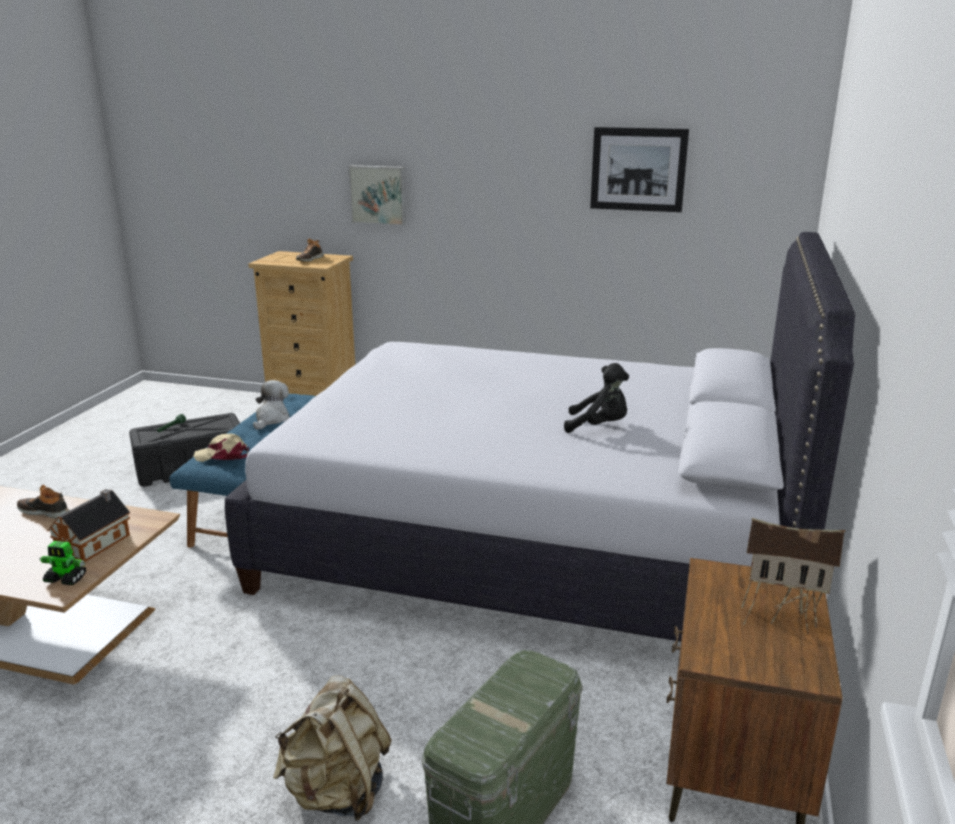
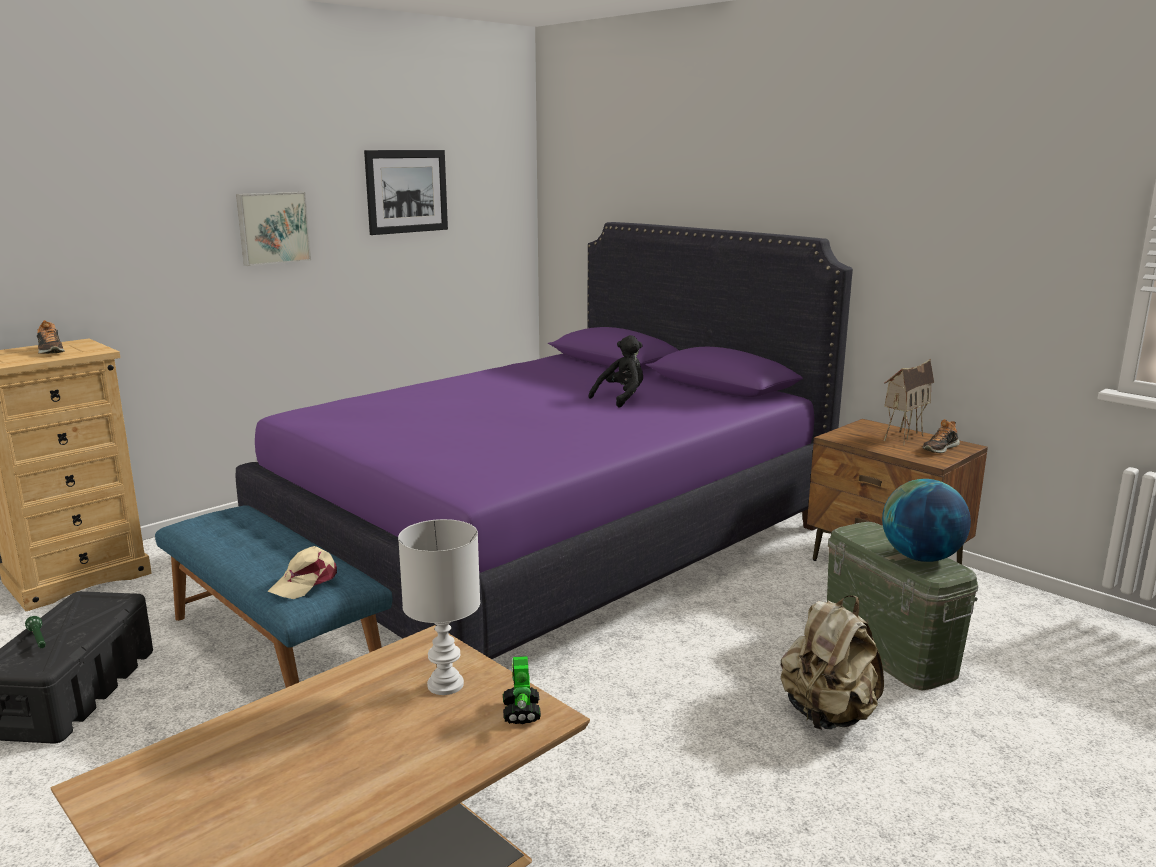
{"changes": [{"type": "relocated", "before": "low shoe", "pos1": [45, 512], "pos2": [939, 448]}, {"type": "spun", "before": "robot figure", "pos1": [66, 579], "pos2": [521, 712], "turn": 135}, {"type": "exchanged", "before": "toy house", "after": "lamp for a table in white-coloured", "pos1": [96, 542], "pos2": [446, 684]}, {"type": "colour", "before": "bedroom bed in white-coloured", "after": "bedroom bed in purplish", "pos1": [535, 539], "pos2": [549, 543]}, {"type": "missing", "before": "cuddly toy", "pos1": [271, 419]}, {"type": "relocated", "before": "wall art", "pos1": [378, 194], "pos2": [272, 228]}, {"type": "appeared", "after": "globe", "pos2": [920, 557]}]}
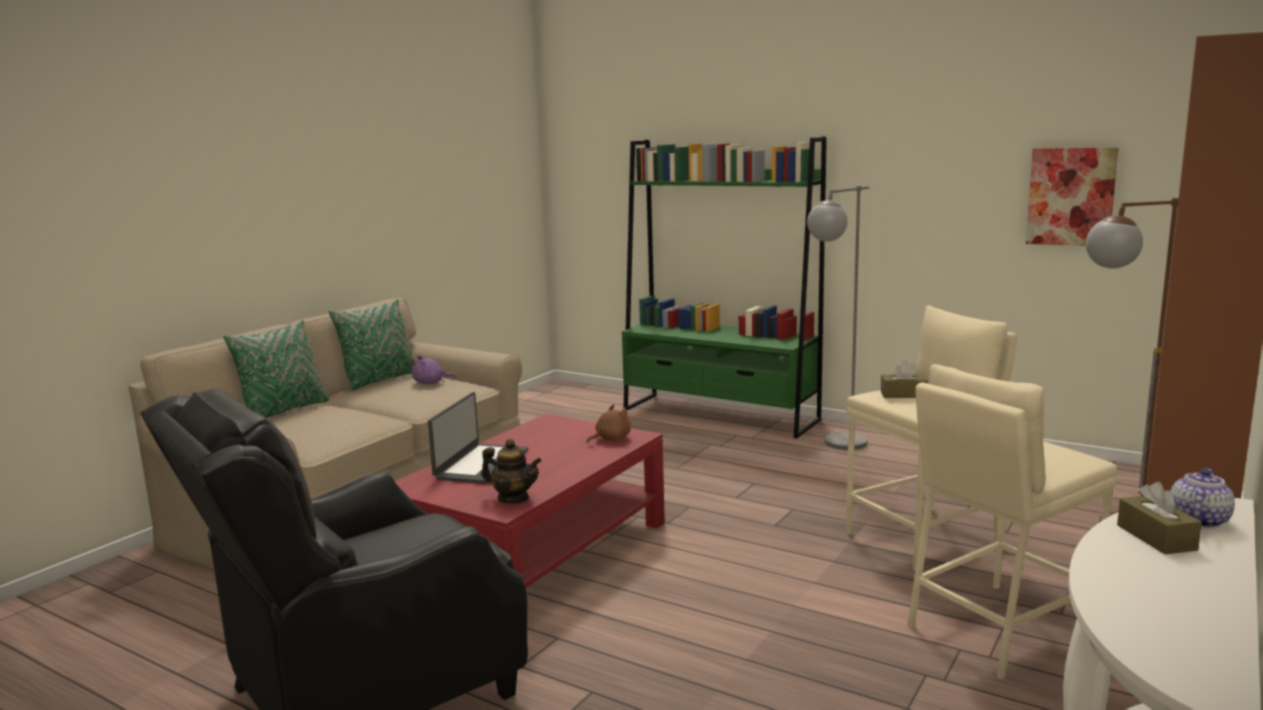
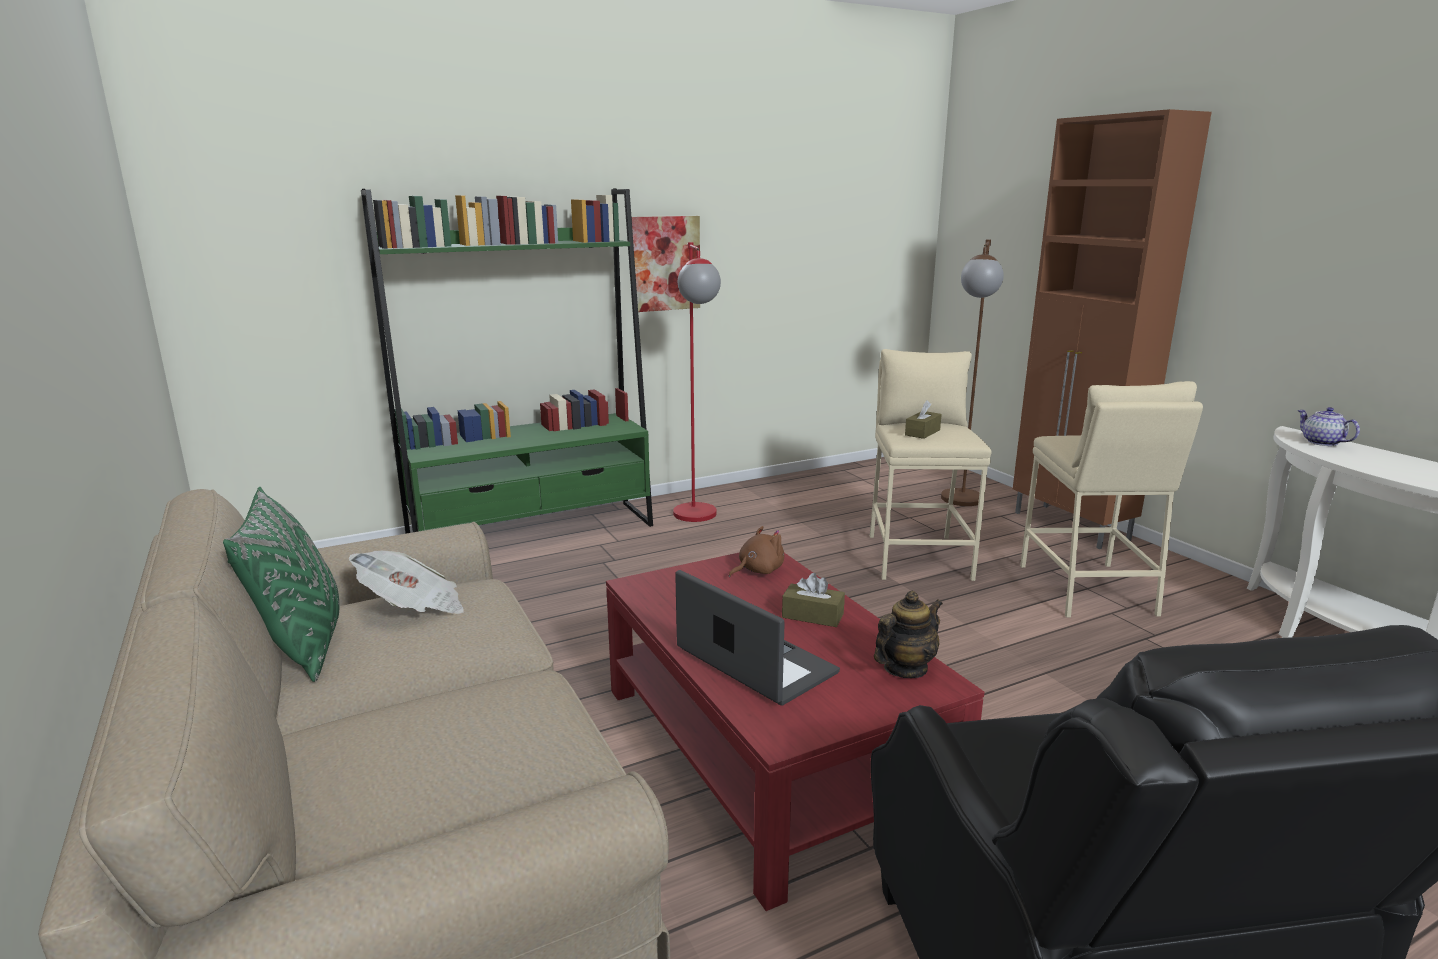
{"changes": [{"type": "missing", "before": "throw pillow in green", "pos1": [284, 411]}, {"type": "exchanged", "before": "cuddly toy in purplish", "after": "newspaper", "pos1": [430, 383], "pos2": [414, 608]}, {"type": "spun", "before": "cuddly toy in brownish", "pos1": [610, 439], "pos2": [758, 570], "turn": 60}, {"type": "colour", "before": "standard lamp in grey", "after": "standard lamp in red", "pos1": [836, 446], "pos2": [697, 519]}, {"type": "relocated", "before": "wall art", "pos1": [1071, 196], "pos2": [665, 263]}, {"type": "relocated", "before": "box of tissues in brownish", "pos1": [1156, 537], "pos2": [812, 616]}]}
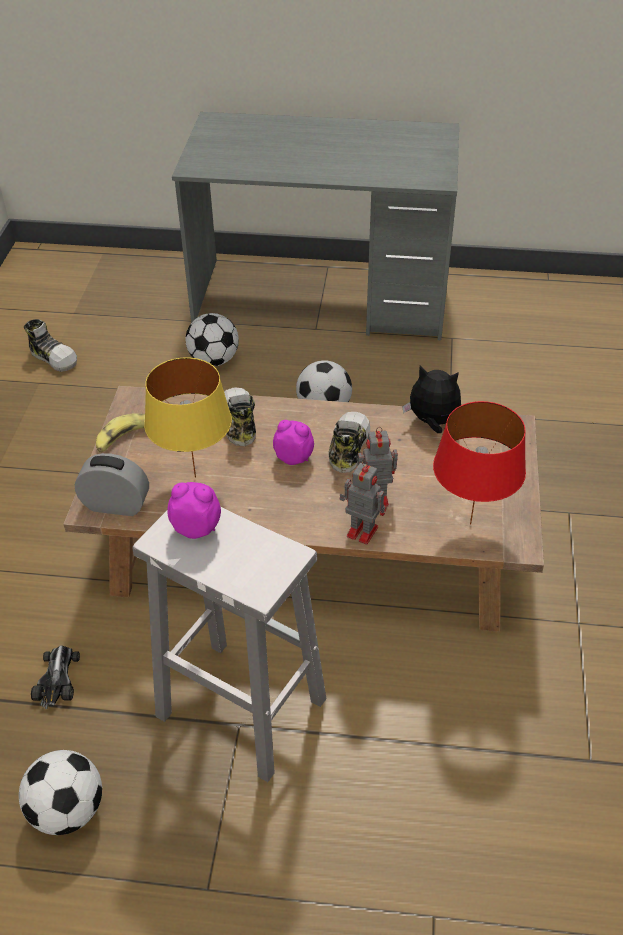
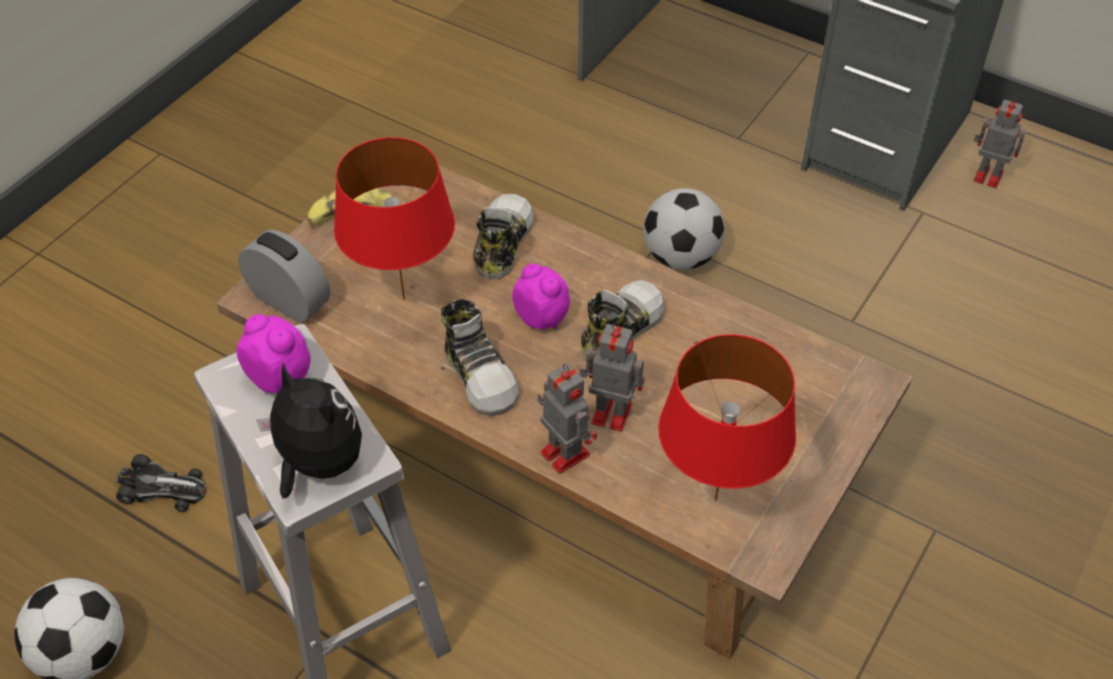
{"changes": [{"type": "relocated", "before": "low shoe", "pos1": [54, 357], "pos2": [481, 375]}, {"type": "spun", "before": "miniature car", "pos1": [57, 678], "pos2": [161, 488], "turn": 75}, {"type": "colour", "before": "lamp for a table in yellowish", "after": "lamp for a table in red", "pos1": [194, 477], "pos2": [402, 299]}, {"type": "missing", "before": "ball for football", "pos1": [214, 360]}, {"type": "relocated", "before": "cuddly toy", "pos1": [432, 422], "pos2": [317, 464]}, {"type": "appeared", "after": "robot figure", "pos2": [986, 175]}]}
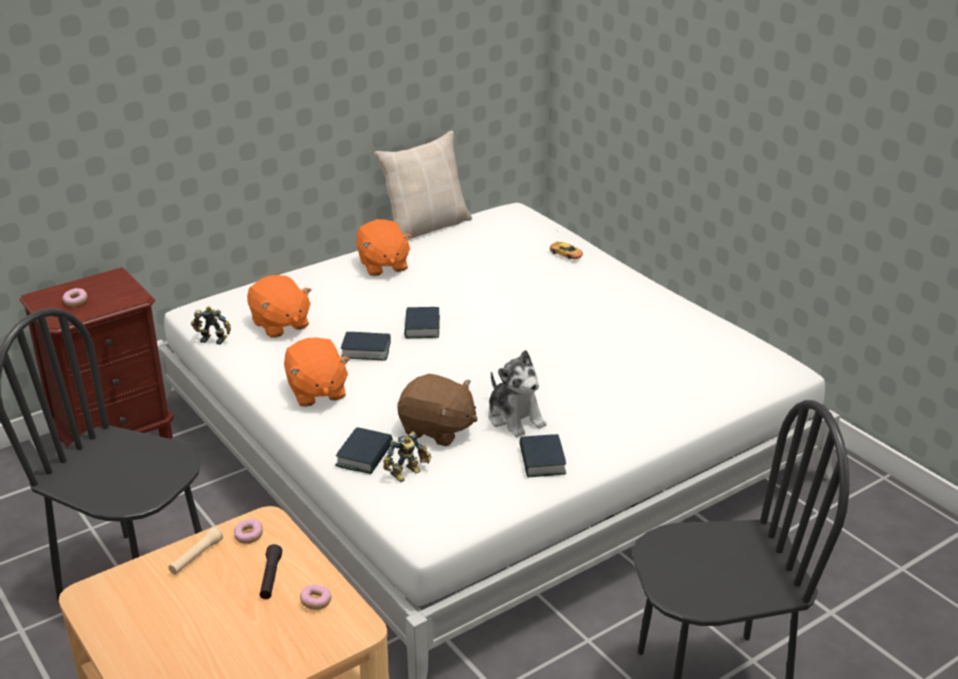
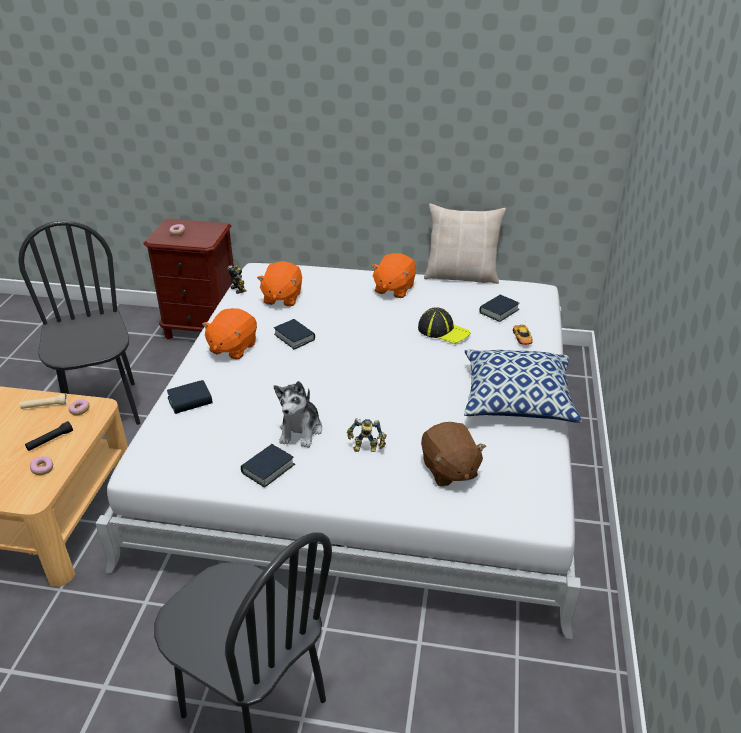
{"changes": [{"type": "relocated", "before": "robot figure", "pos1": [408, 474], "pos2": [366, 448]}, {"type": "relocated", "before": "cuddly toy in brownish", "pos1": [437, 430], "pos2": [449, 470]}, {"type": "relocated", "before": "bound book", "pos1": [422, 327], "pos2": [498, 311]}, {"type": "appeared", "after": "baseball cap", "pos2": [443, 331]}, {"type": "appeared", "after": "throw pillow", "pos2": [516, 400]}]}
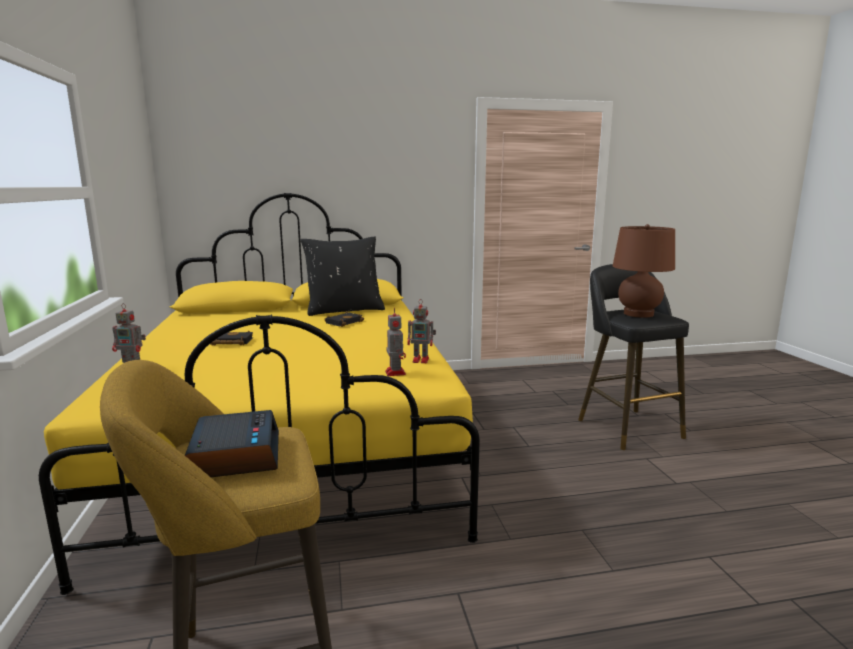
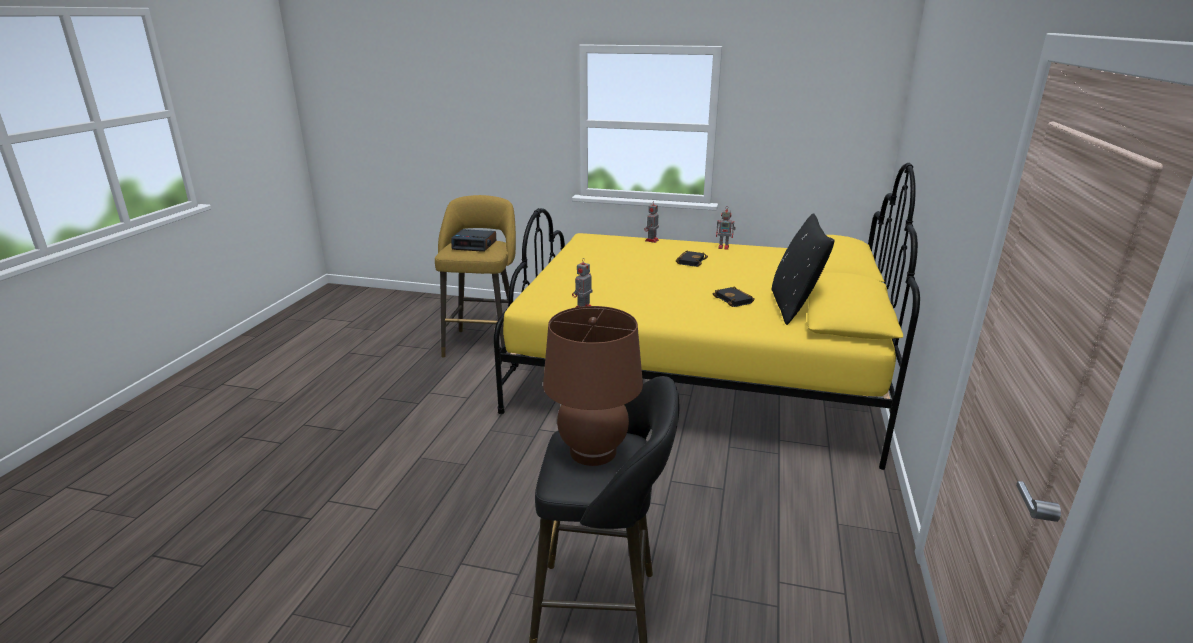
{"changes": [{"type": "relocated", "before": "robot figure", "pos1": [395, 372], "pos2": [724, 247]}]}
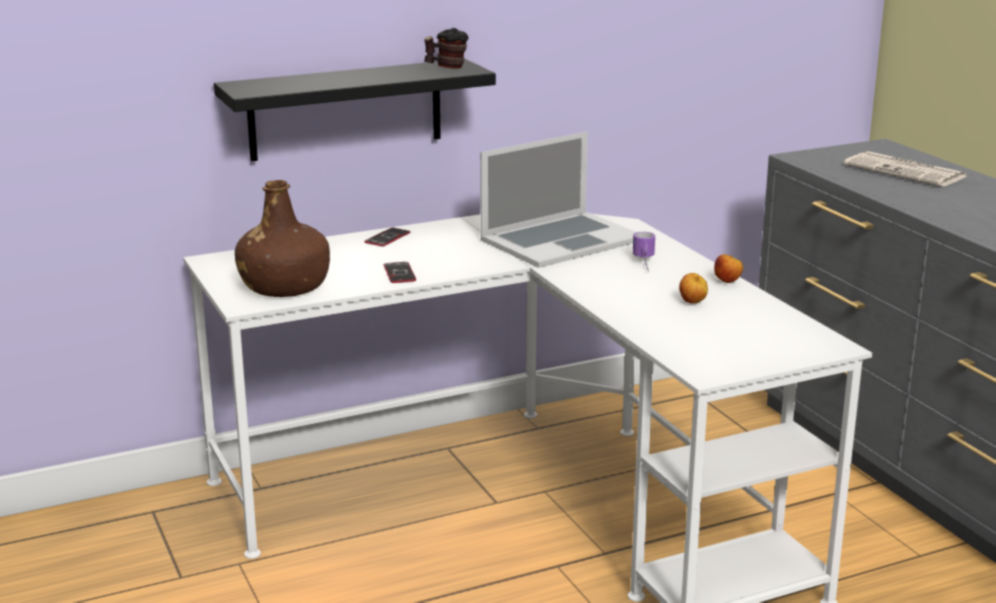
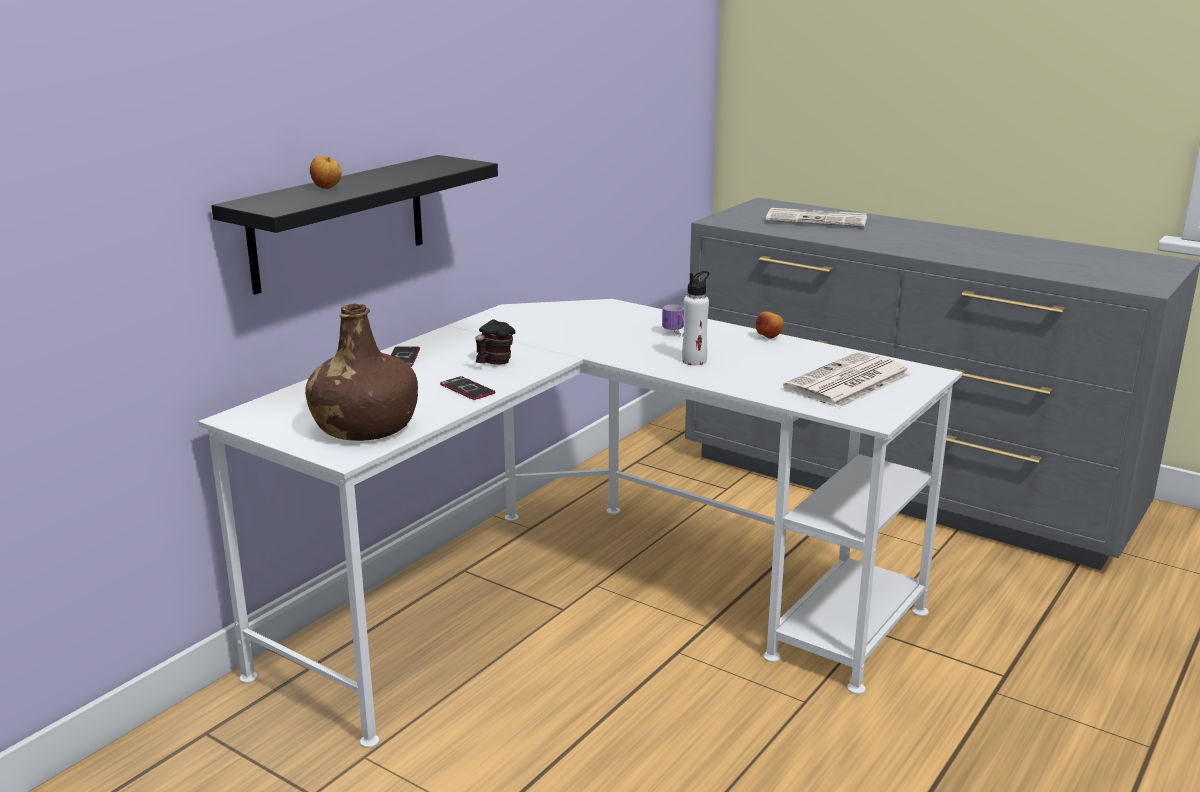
{"changes": [{"type": "relocated", "before": "tea mug", "pos1": [446, 67], "pos2": [493, 363]}, {"type": "missing", "before": "portable computer", "pos1": [561, 240]}, {"type": "relocated", "before": "apple", "pos1": [693, 302], "pos2": [327, 188]}, {"type": "appeared", "after": "bottle in white-coloured", "pos2": [694, 361]}, {"type": "appeared", "after": "newspaper", "pos2": [848, 382]}]}
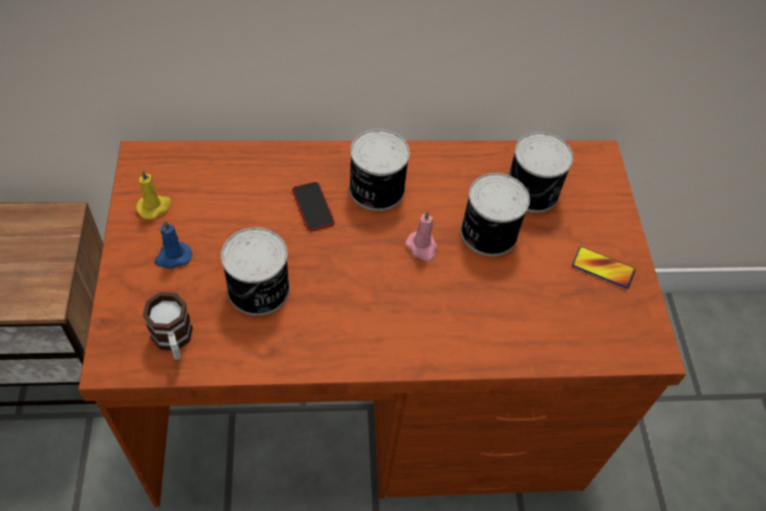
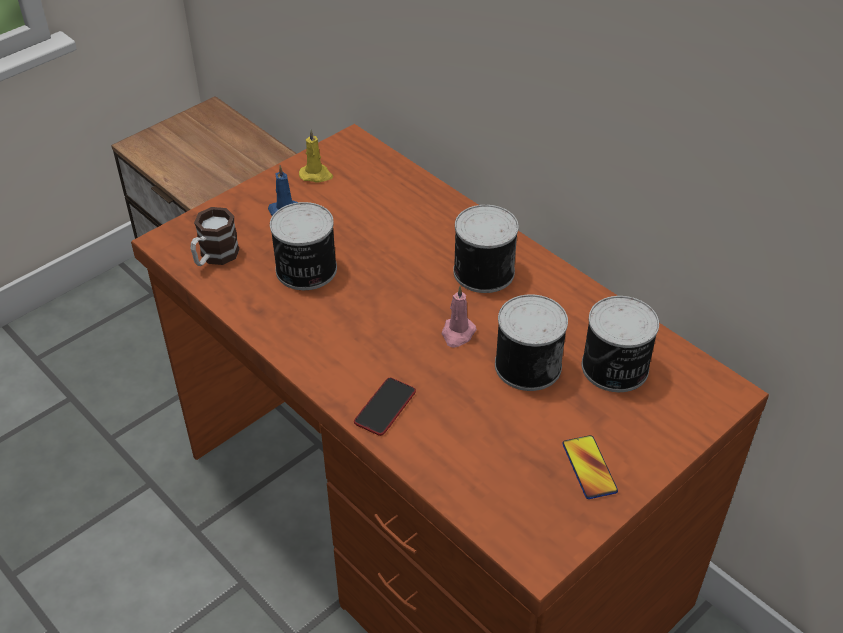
{"changes": [{"type": "relocated", "before": "phone", "pos1": [313, 207], "pos2": [385, 407]}]}
